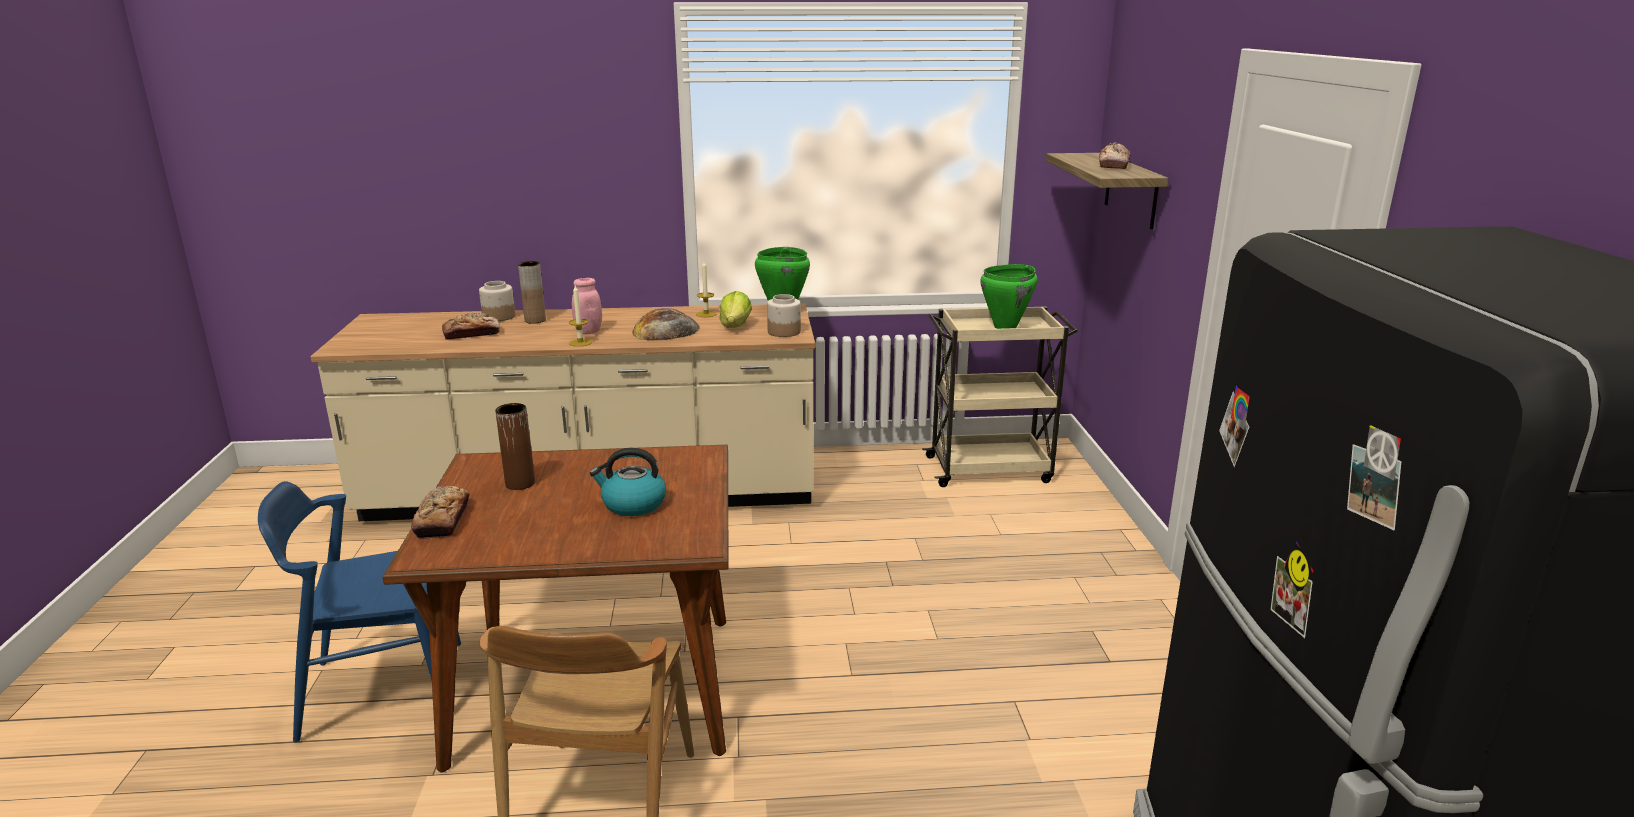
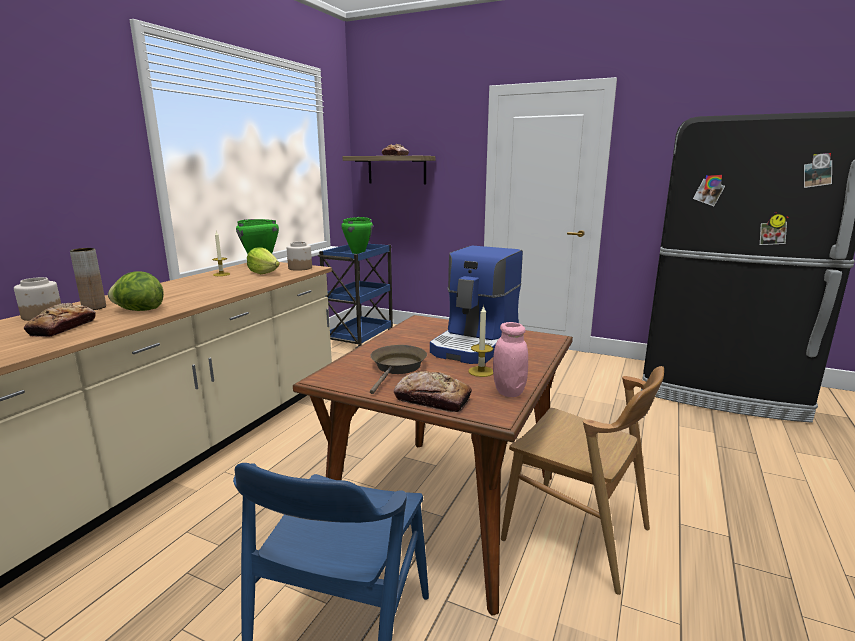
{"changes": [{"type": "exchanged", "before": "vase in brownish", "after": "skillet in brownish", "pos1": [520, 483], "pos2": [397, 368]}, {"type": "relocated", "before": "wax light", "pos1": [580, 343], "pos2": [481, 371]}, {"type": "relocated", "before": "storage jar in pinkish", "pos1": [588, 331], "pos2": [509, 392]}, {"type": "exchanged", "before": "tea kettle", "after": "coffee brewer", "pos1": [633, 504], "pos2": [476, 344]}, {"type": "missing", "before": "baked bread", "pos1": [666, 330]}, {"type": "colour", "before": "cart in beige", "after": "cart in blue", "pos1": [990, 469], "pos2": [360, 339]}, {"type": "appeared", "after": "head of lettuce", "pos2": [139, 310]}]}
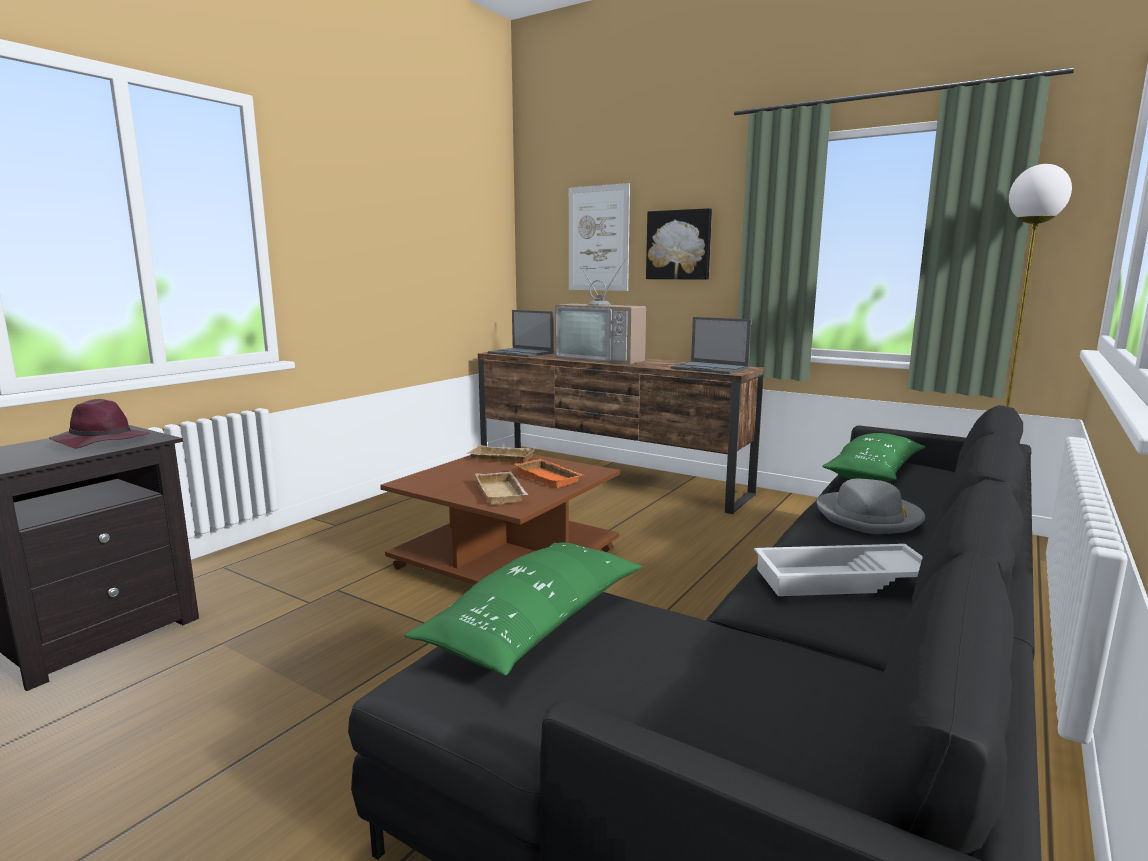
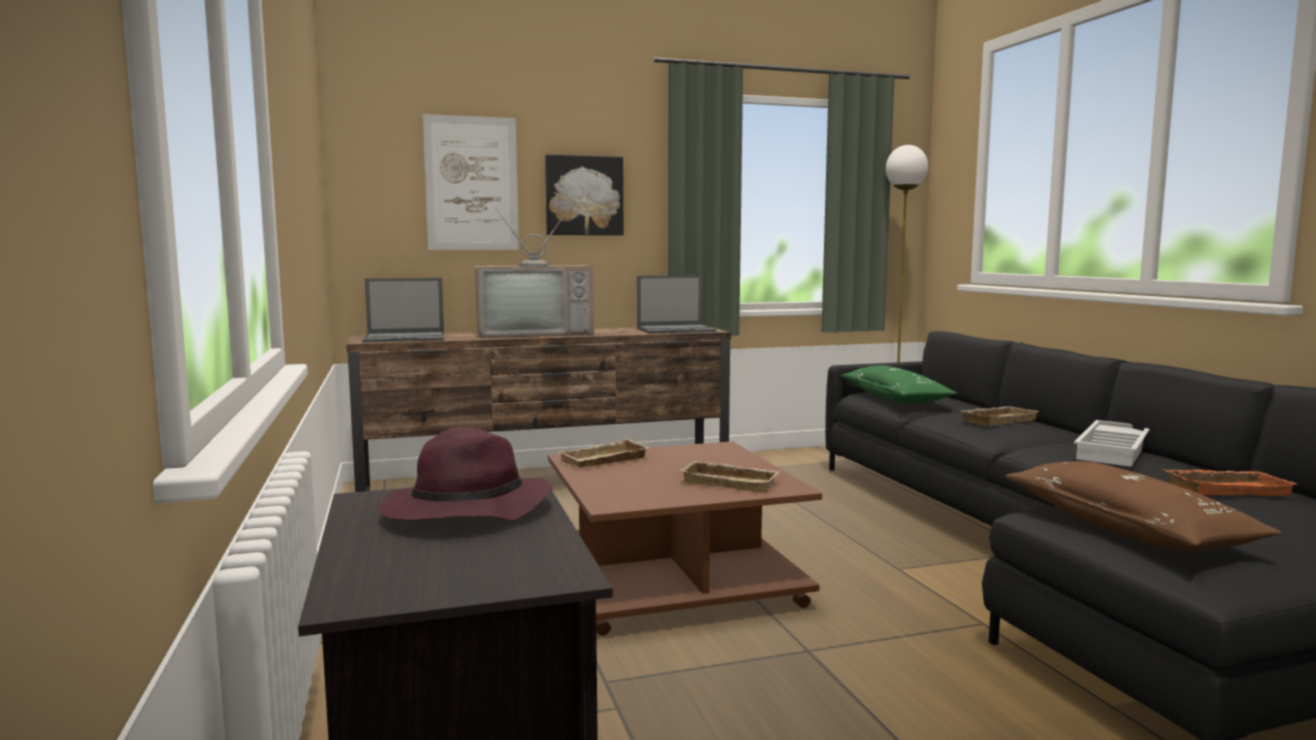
{"changes": [{"type": "colour", "before": "throw pillow in green", "after": "throw pillow in brownish", "pos1": [535, 624], "pos2": [1127, 528]}, {"type": "relocated", "before": "carrying tray in orange", "pos1": [550, 478], "pos2": [1226, 489]}, {"type": "exchanged", "before": "clothing hat in grey", "after": "carrying tray in beige", "pos1": [869, 517], "pos2": [997, 420]}]}
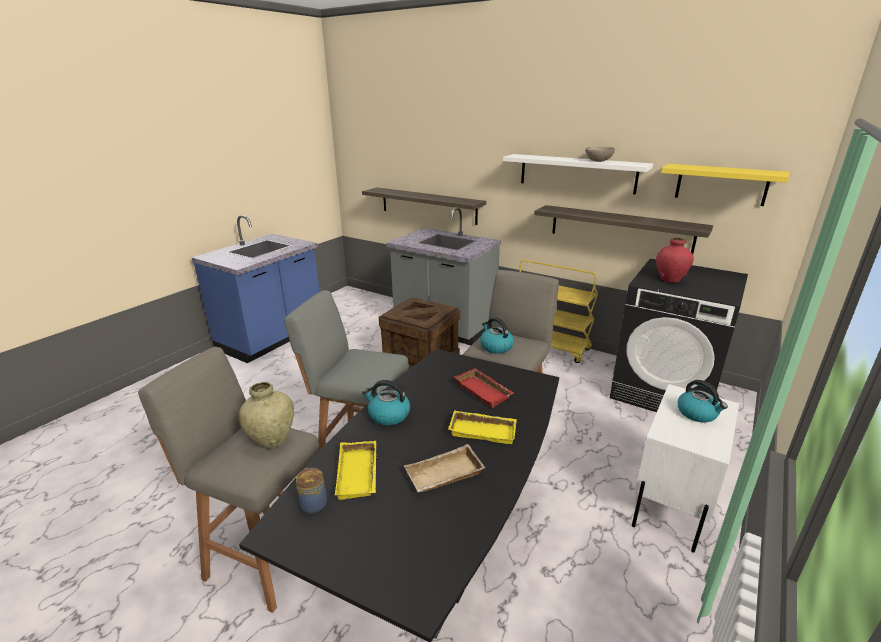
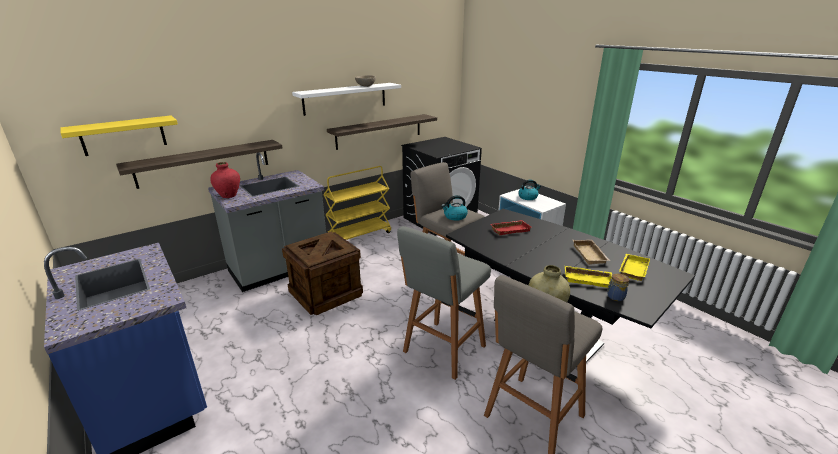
{"changes": [{"type": "missing", "before": "tea kettle", "pos1": [388, 415]}, {"type": "relocated", "before": "carrying tray in yellowish", "pos1": [483, 430], "pos2": [632, 269]}, {"type": "relocated", "before": "vase in red", "pos1": [670, 279], "pos2": [229, 195]}, {"type": "relocated", "before": "bracket shelf in yellowish", "pos1": [721, 184], "pos2": [123, 135]}]}
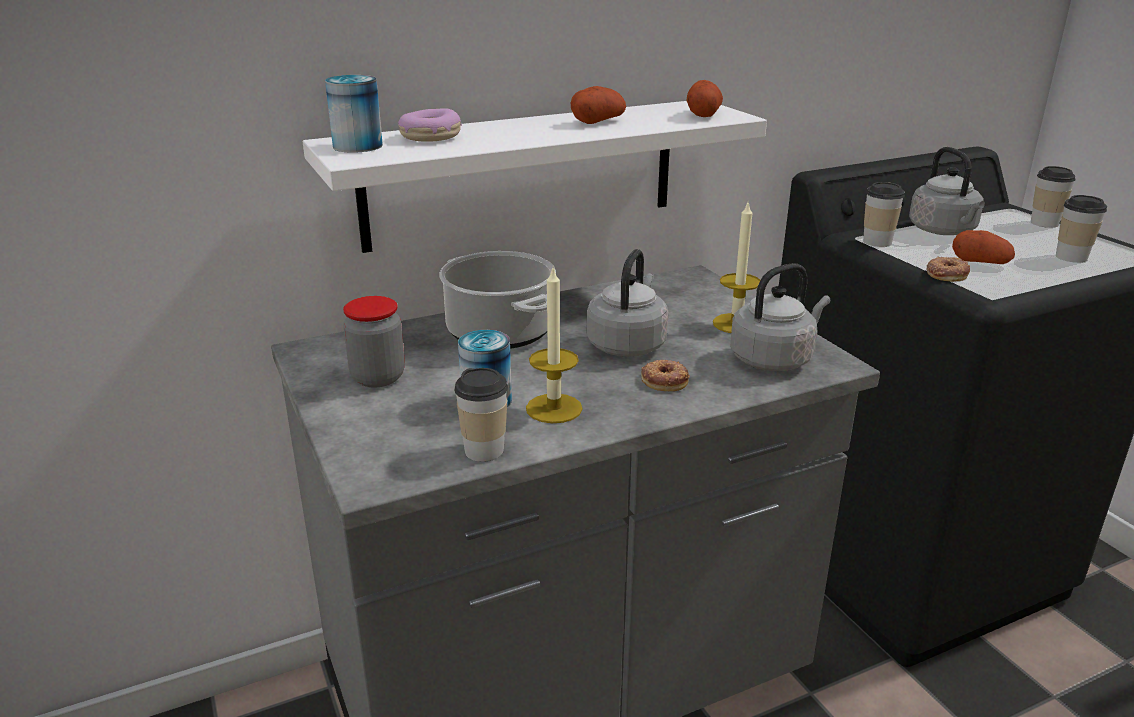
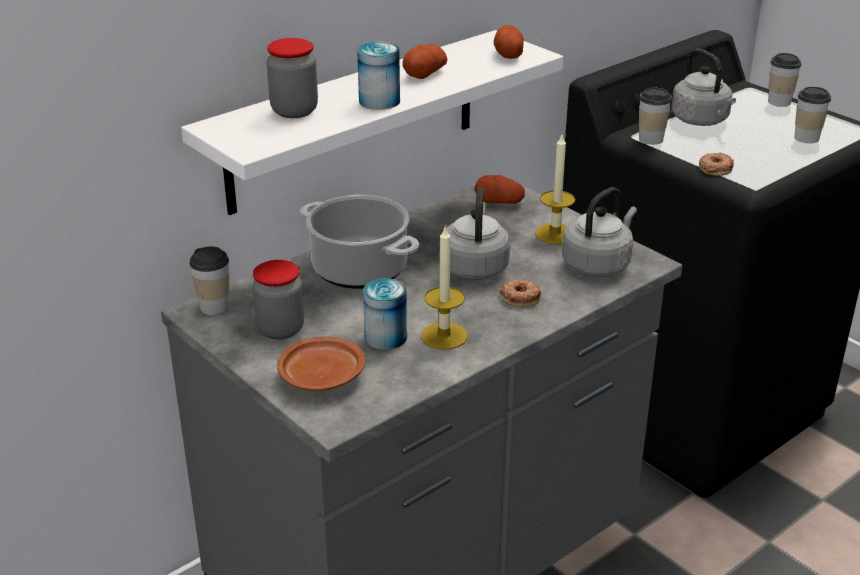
{"changes": [{"type": "relocated", "before": "sealed can", "pos1": [357, 146], "pos2": [379, 101]}, {"type": "exchanged", "before": "donut", "after": "storage jar", "pos1": [430, 137], "pos2": [294, 111]}, {"type": "relocated", "before": "drinking cup", "pos1": [484, 450], "pos2": [214, 306]}, {"type": "relocated", "before": "potato", "pos1": [980, 262], "pos2": [499, 201]}, {"type": "appeared", "after": "dinner plate in brownish", "pos2": [322, 376]}]}
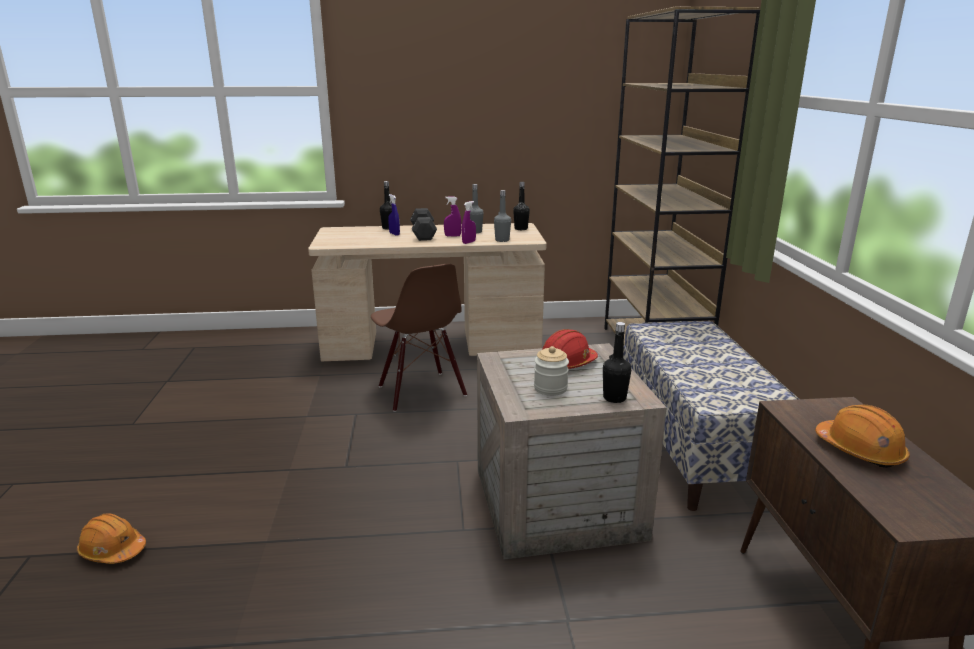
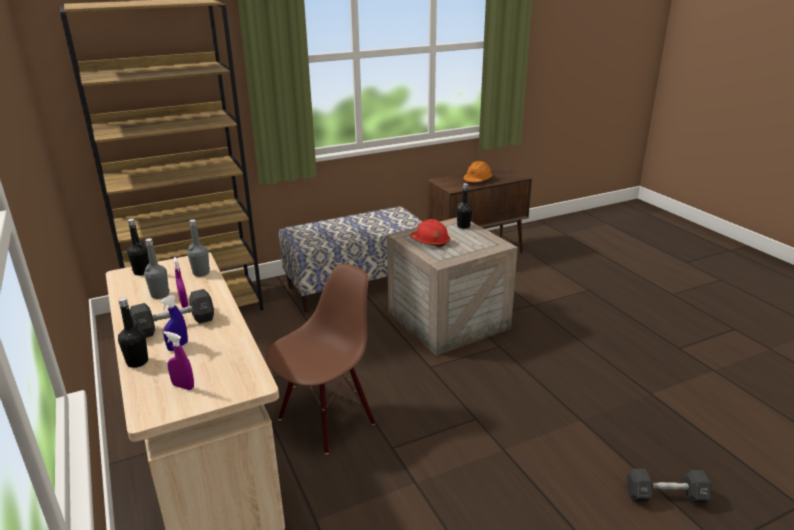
{"changes": [{"type": "exchanged", "before": "work helmet in orange", "after": "hand weight in blackish", "pos1": [112, 550], "pos2": [665, 496]}, {"type": "relocated", "before": "sprayer in purplish", "pos1": [469, 242], "pos2": [183, 386]}, {"type": "missing", "before": "storage jar", "pos1": [550, 388]}]}
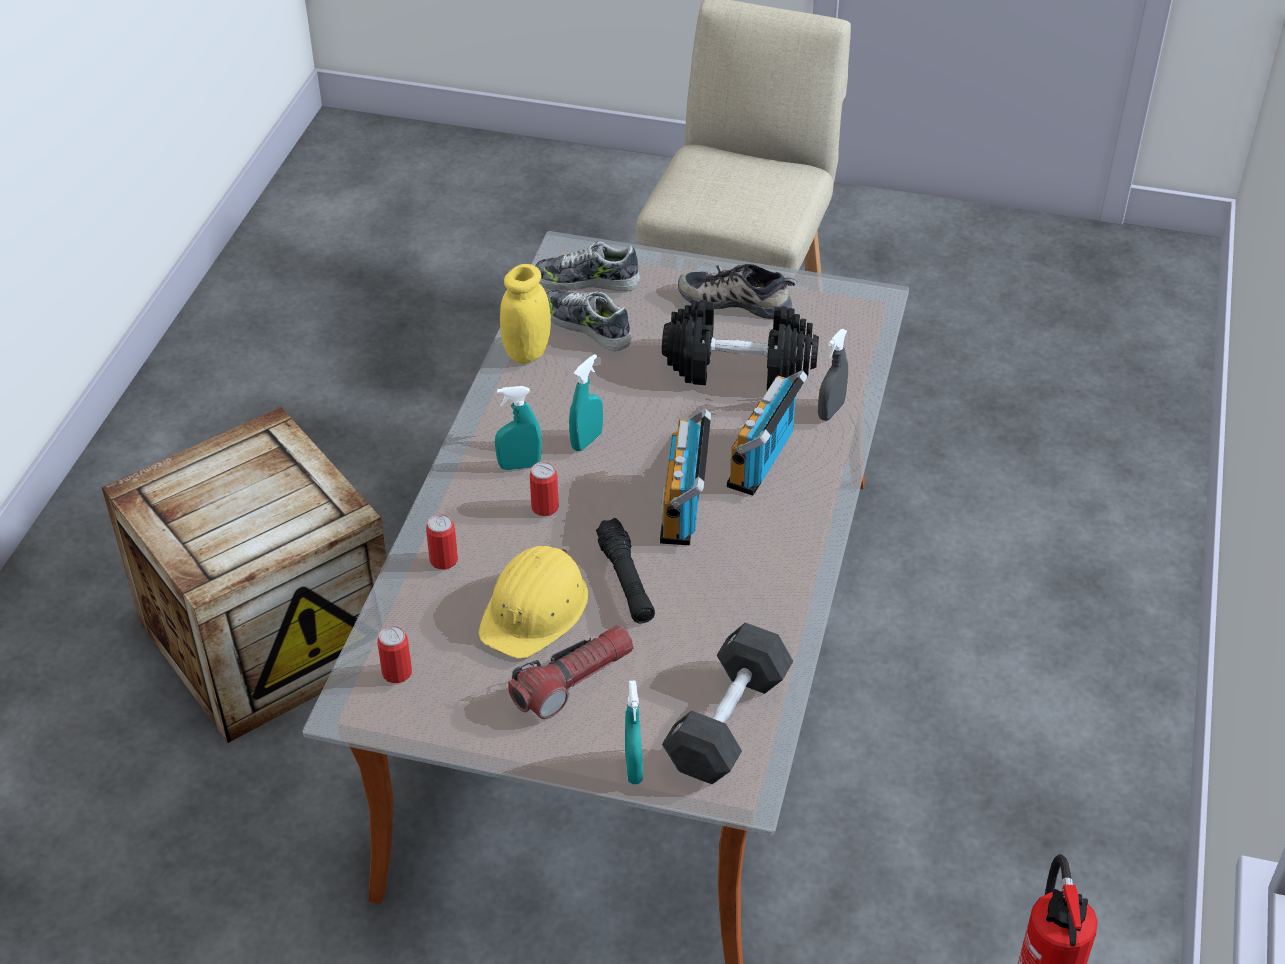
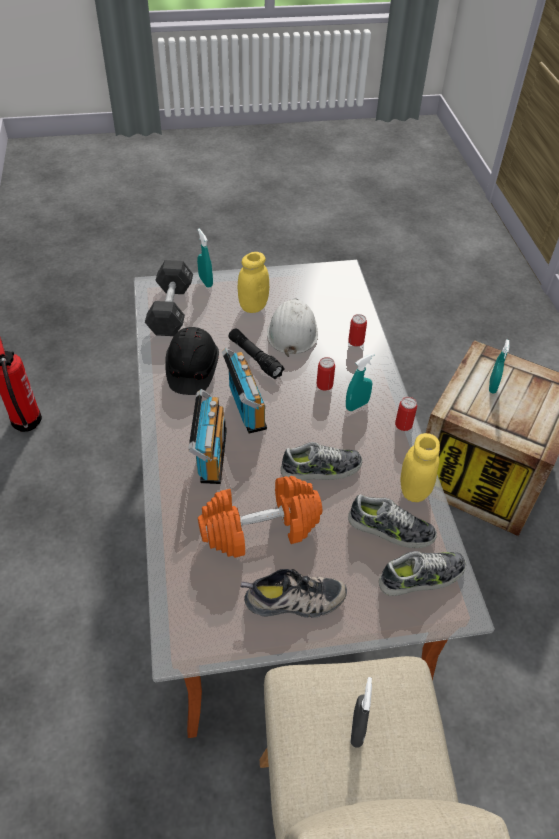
{"changes": [{"type": "relocated", "before": "sealed can", "pos1": [397, 672], "pos2": [403, 424]}, {"type": "colour", "before": "work helmet in yellowish", "after": "work helmet in white-coloured", "pos1": [535, 609], "pos2": [292, 331]}, {"type": "exchanged", "before": "torch", "after": "storage jar in yellowish", "pos1": [573, 681], "pos2": [253, 306]}, {"type": "relocated", "before": "sprayer in turquoise", "pos1": [586, 441], "pos2": [492, 386]}, {"type": "colour", "before": "hand weight in blackish", "after": "hand weight in orange", "pos1": [739, 367], "pos2": [260, 529]}, {"type": "relocated", "before": "sprayer in grey", "pos1": [831, 411], "pos2": [357, 729]}, {"type": "appeared", "after": "work helmet in blackish", "pos2": [192, 370]}, {"type": "appeared", "after": "low shoe", "pos2": [321, 469]}]}
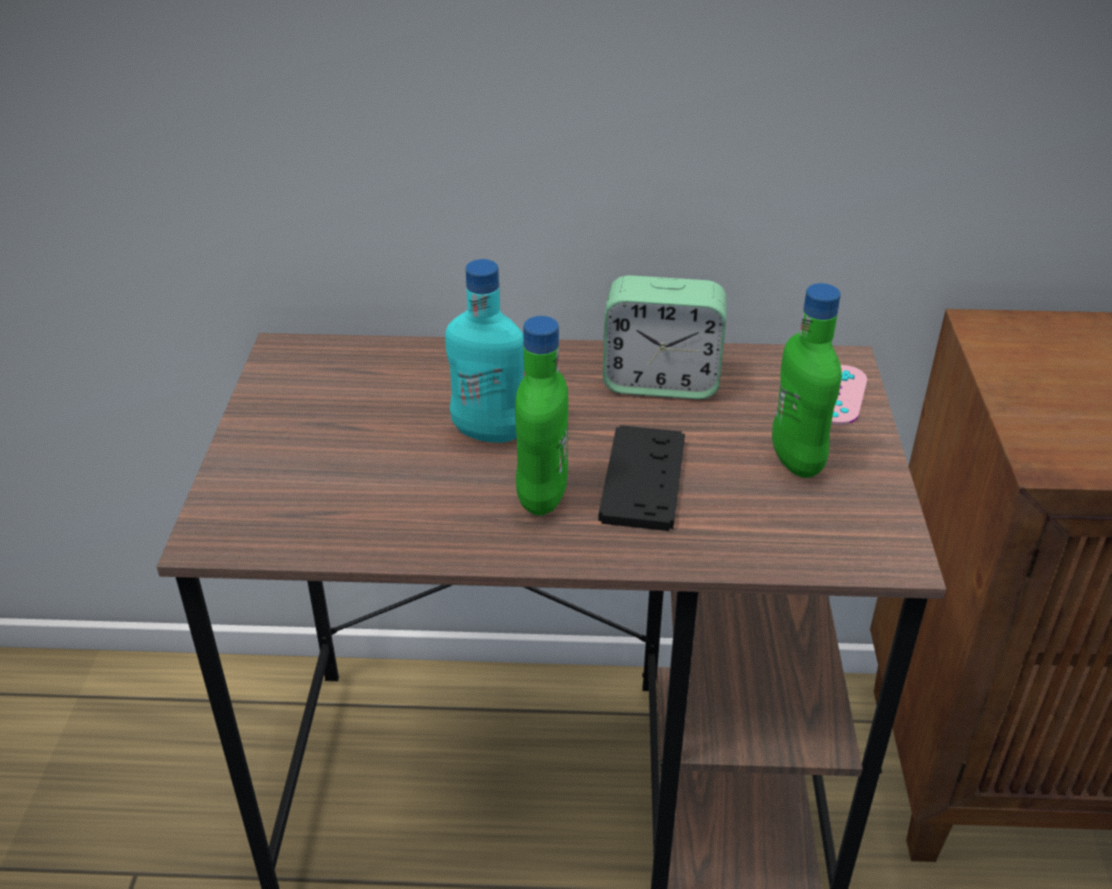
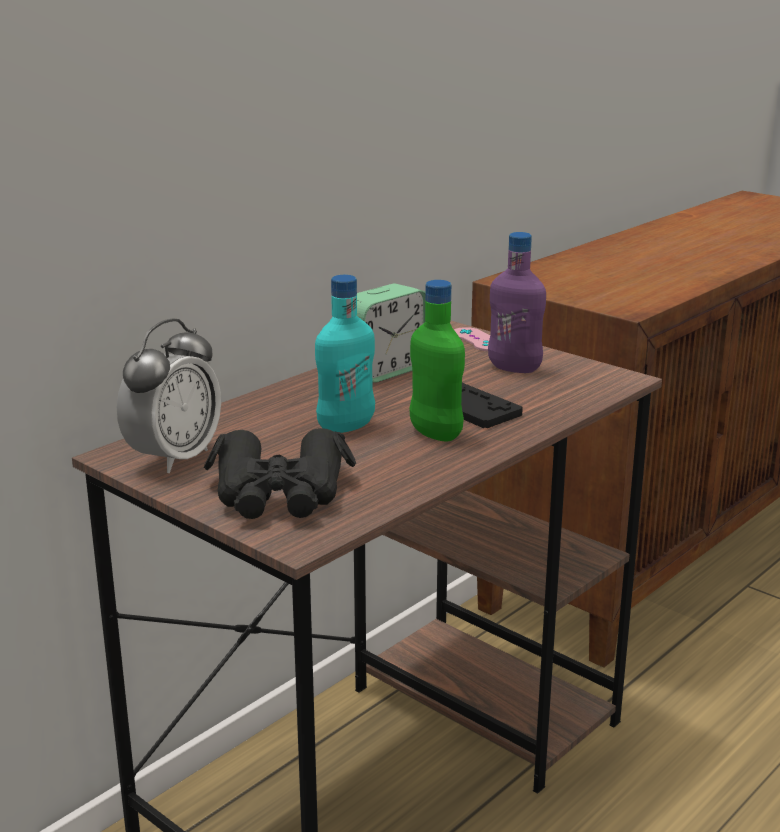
{"changes": [{"type": "colour", "before": "bottle in green", "after": "bottle in purplish", "pos1": [796, 460], "pos2": [514, 368]}, {"type": "appeared", "after": "alarm clock", "pos2": [174, 458]}, {"type": "appeared", "after": "pair of binoculars in blackish", "pos2": [280, 493]}]}
